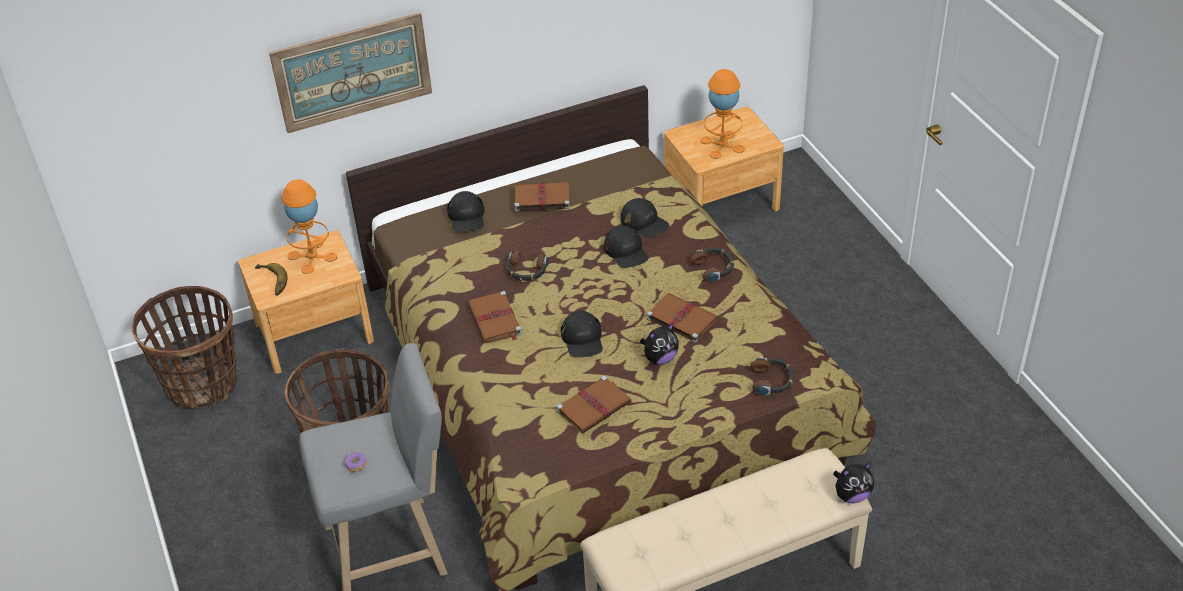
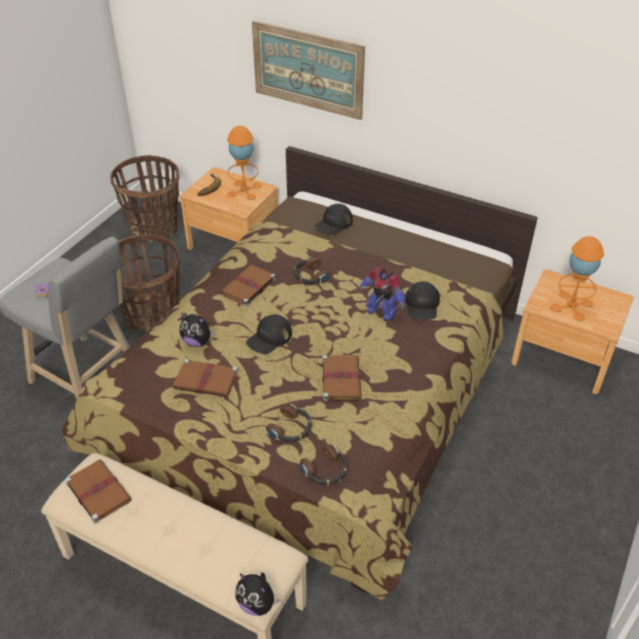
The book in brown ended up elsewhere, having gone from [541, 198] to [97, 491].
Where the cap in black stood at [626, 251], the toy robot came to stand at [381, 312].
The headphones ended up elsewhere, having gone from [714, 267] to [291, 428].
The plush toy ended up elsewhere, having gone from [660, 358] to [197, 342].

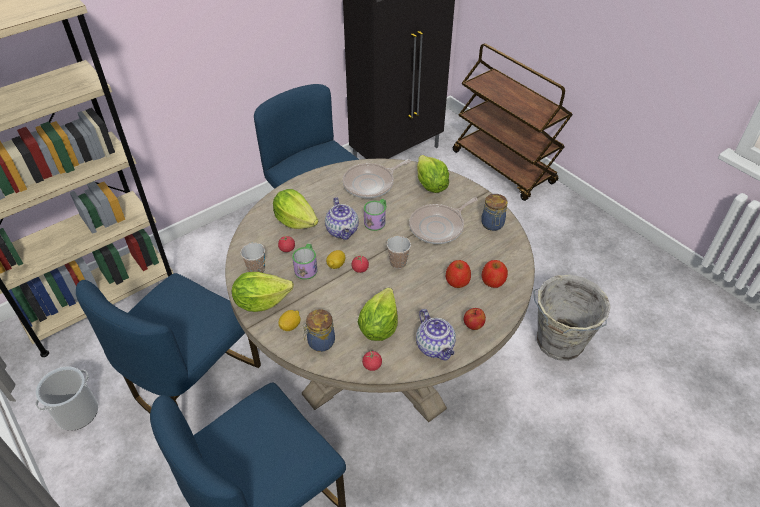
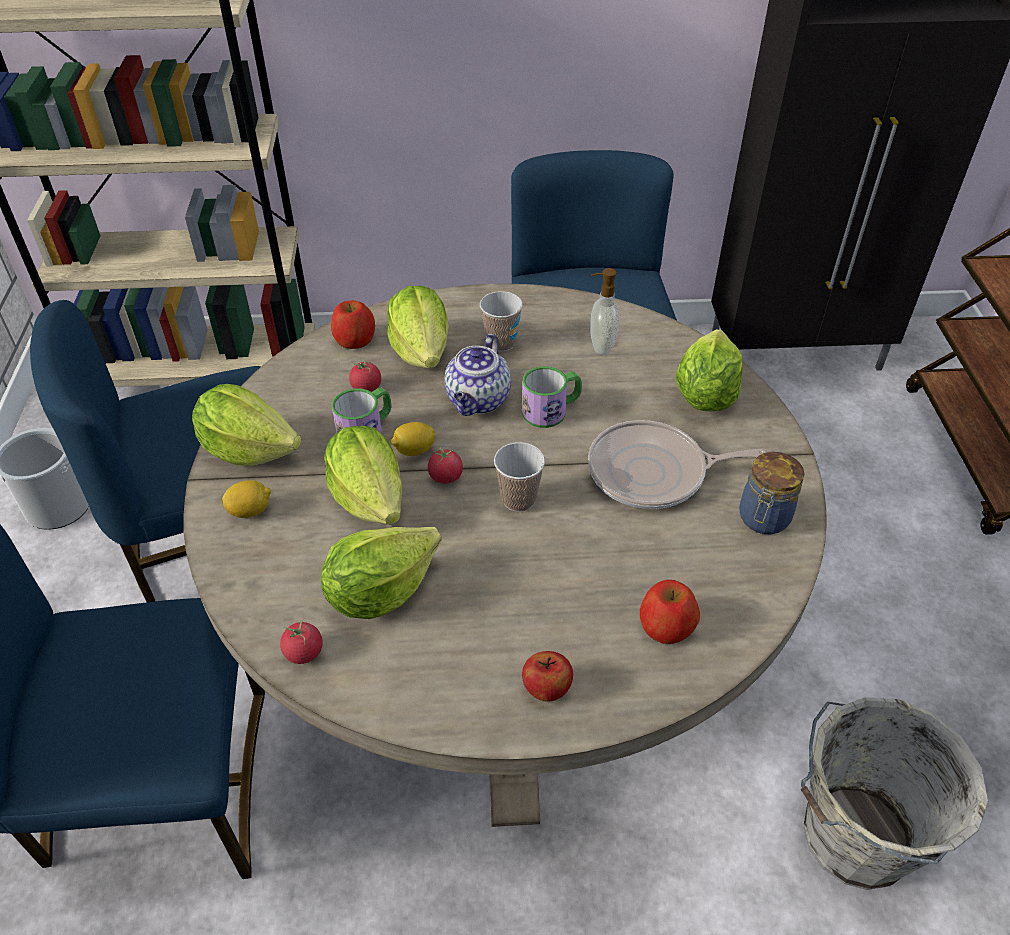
Where the frying pan stood at [371, 184], the soap dispenser came to stand at [600, 346].
The cup ended up elsewhere, having gone from [256, 270] to [501, 343].
The apple ended up elsewhere, having gone from [457, 281] to [355, 339].
The second view lost the jar at [320, 342].
The second view lost the teapot at [435, 347].
The second view gained the lettuce at [369, 498].

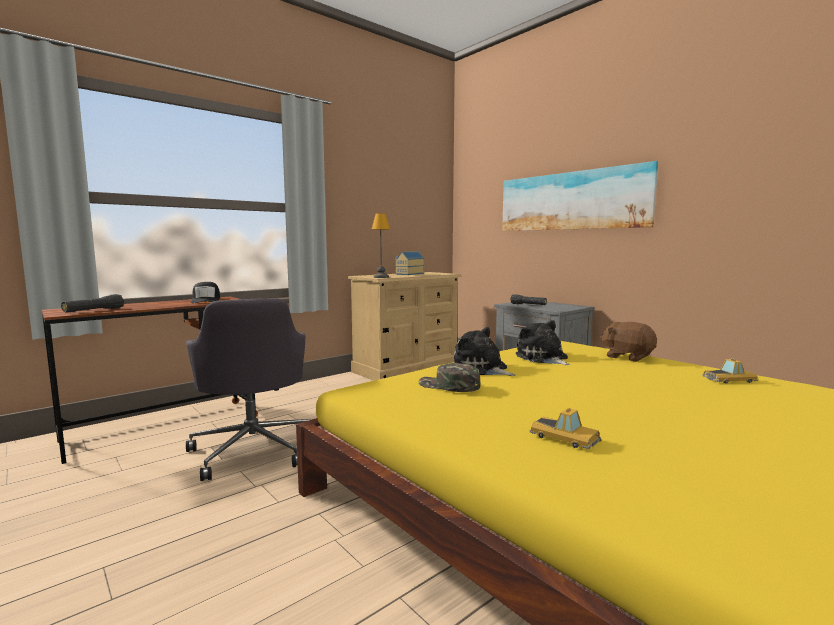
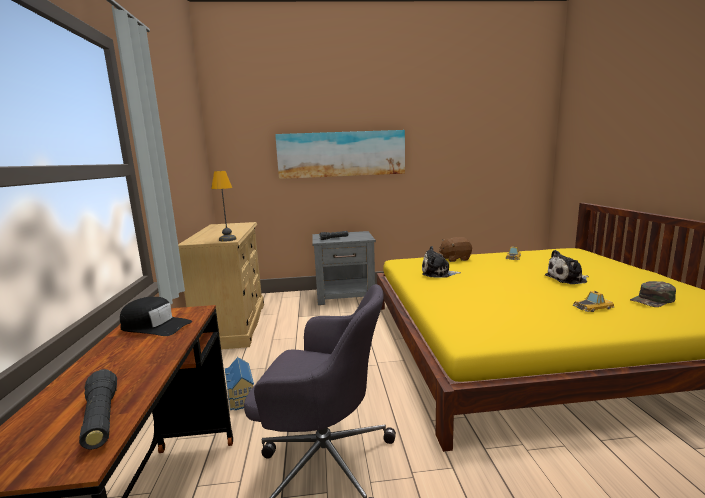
The toy house ended up elsewhere, having gone from [408, 274] to [240, 396].
The plush toy ended up elsewhere, having gone from [482, 369] to [568, 279].
The cap in green ended up elsewhere, having gone from [449, 385] to [653, 300].

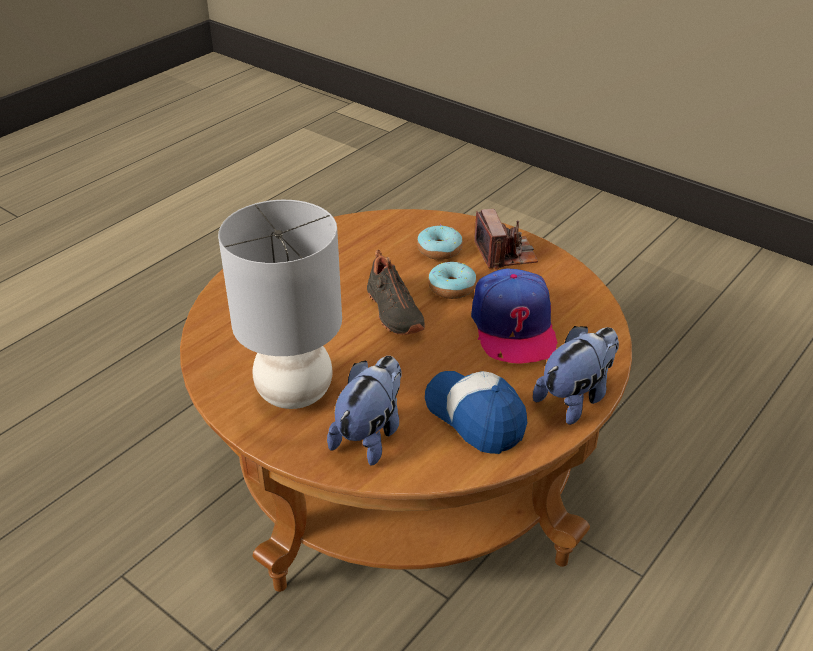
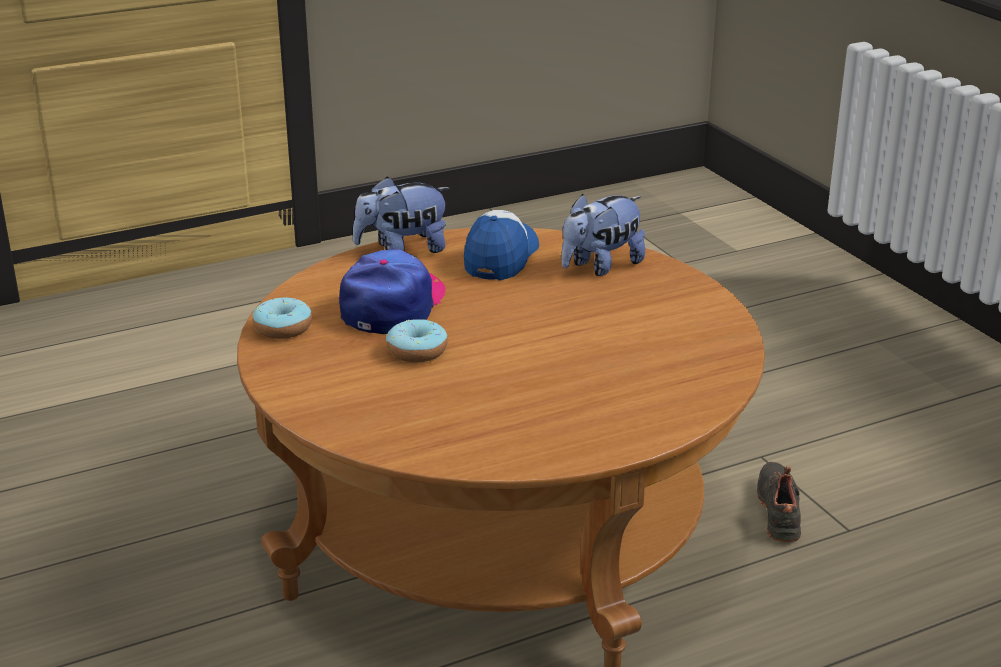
The second view lost the table lamp in grey at [293, 392].
The second view lost the photo camera at [505, 254].
The donut ended up elsewhere, having gone from [439, 250] to [283, 328].
The shoe in black ended up elsewhere, having gone from [392, 312] to [781, 511].
The cap at [475, 417] ended up facing another way, 150 degrees counterclockwise from before.

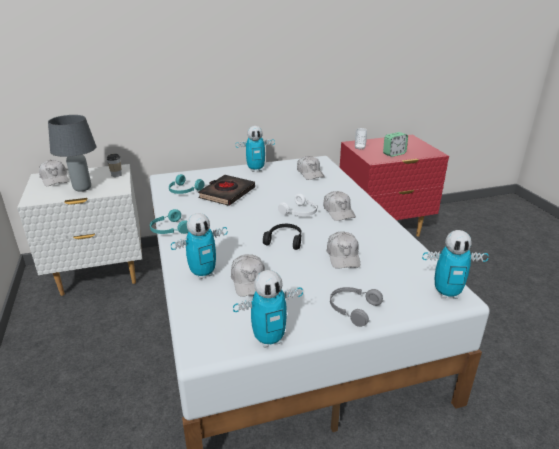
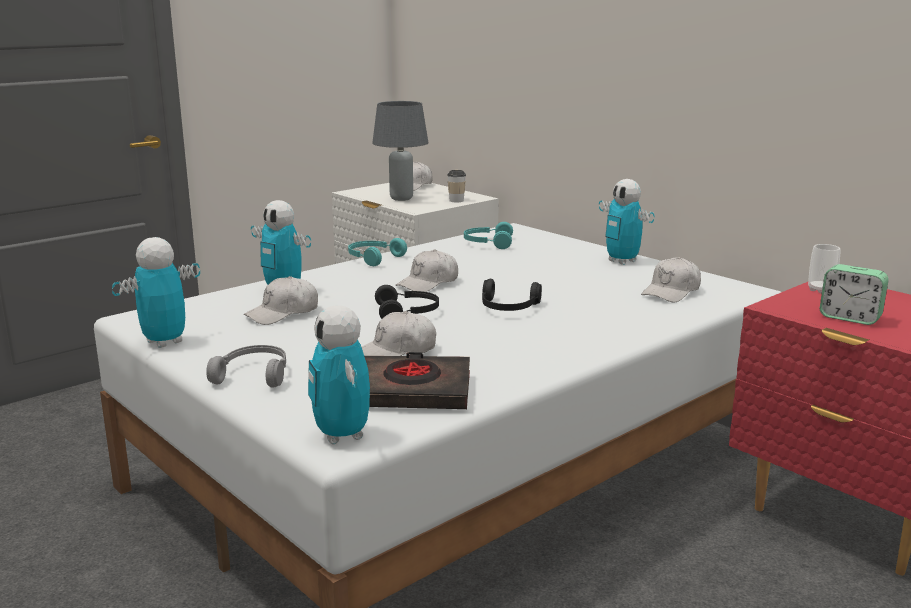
The book in black ended up elsewhere, having gone from [227, 193] to [411, 391].
The cap in white ended up elsewhere, having gone from [338, 211] to [428, 283].
What was the headphones in white at [300, 212] turned into the headphones in black at [508, 308].
The toy robot at [269, 339] ended up facing another way, 90 degrees clockwise from before.

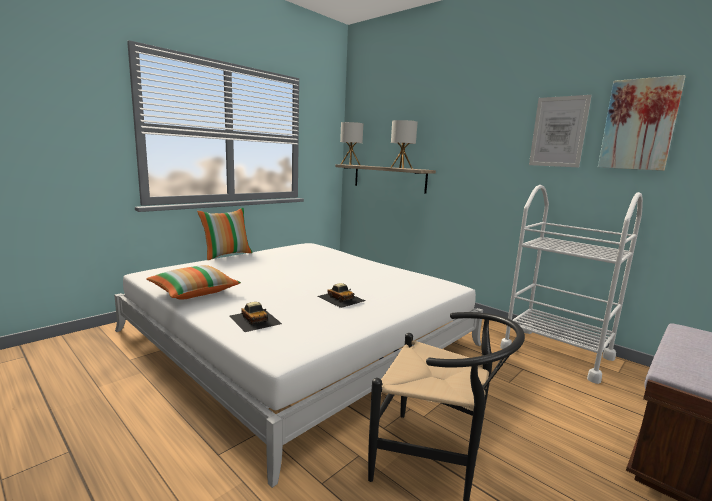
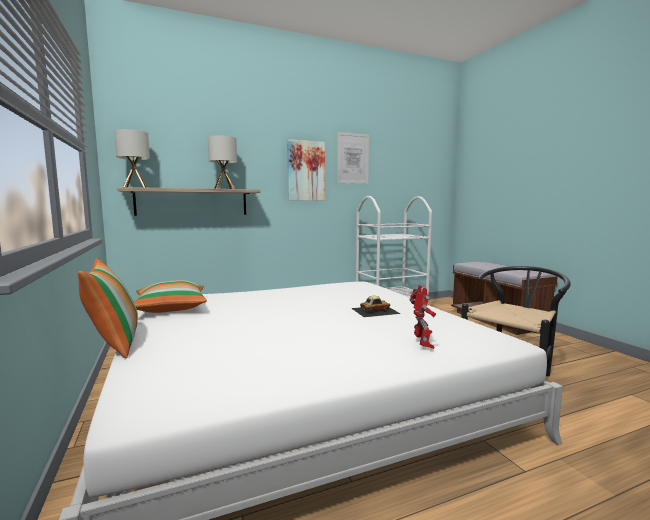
The picture ended up elsewhere, having gone from [639, 125] to [306, 171].
The pillow ended up elsewhere, having gone from [194, 292] to [170, 308].
Where the toy car stood at [255, 319], the toy robot came to stand at [423, 345].

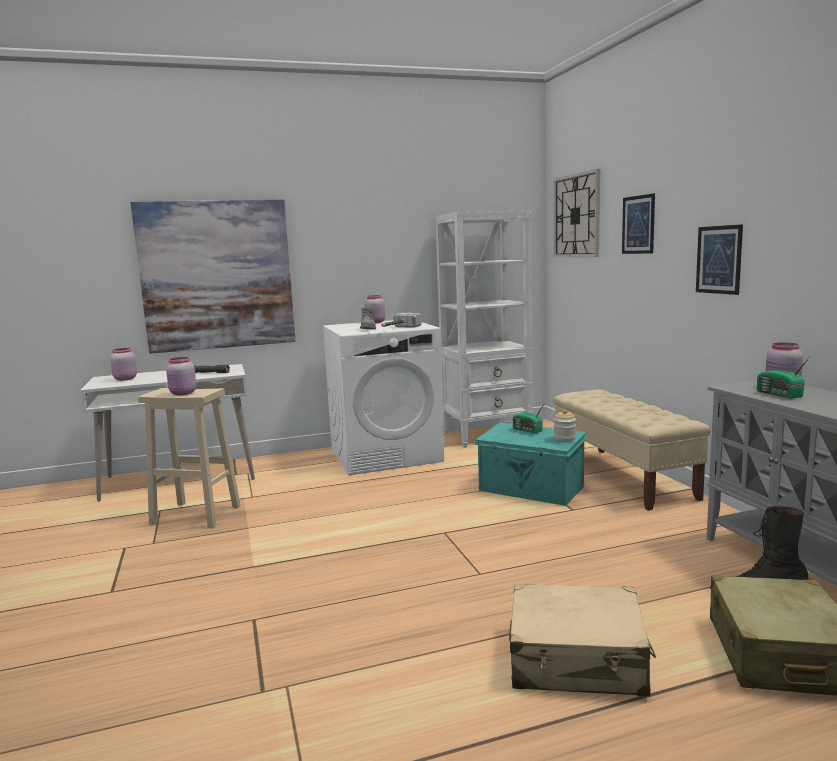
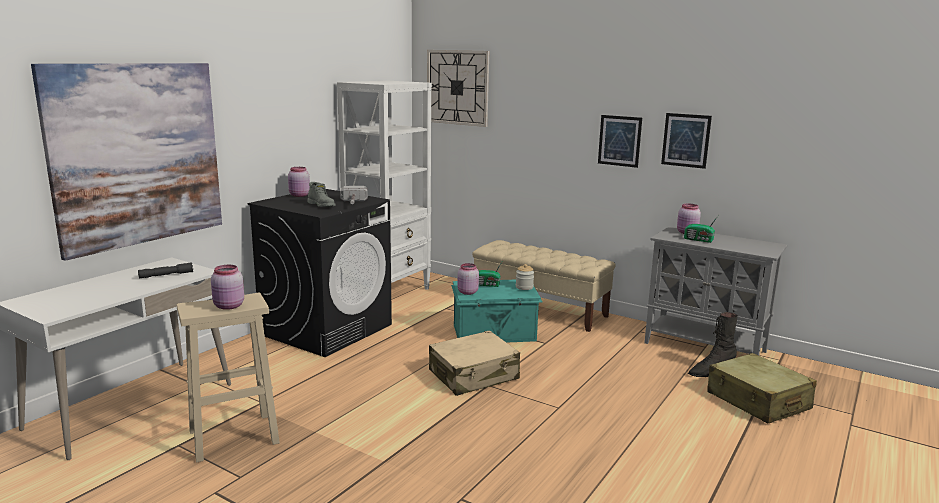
The picture ended up elsewhere, having gone from [638, 224] to [686, 140].
What was the washing machine in white at [386, 455] turned into the washing machine in black at [327, 329].
The jar in pink ended up elsewhere, having gone from [124, 379] to [467, 292].
The suitcase in beige ended up elsewhere, having gone from [577, 660] to [474, 375].

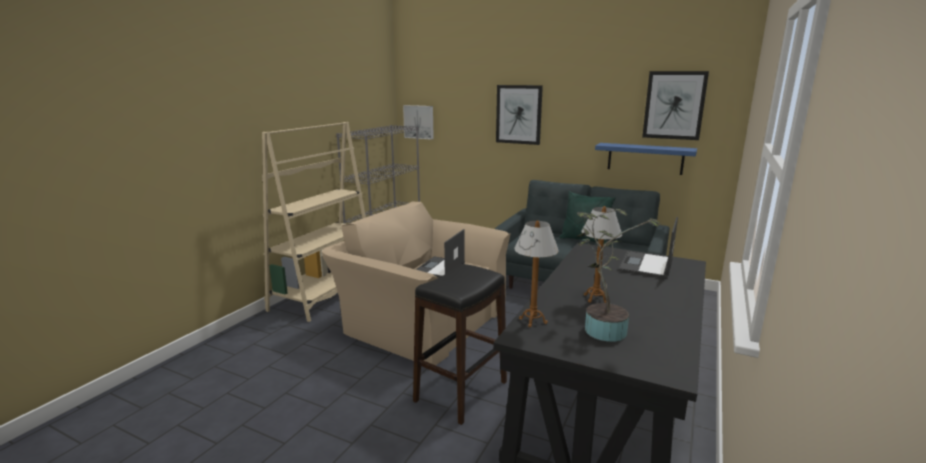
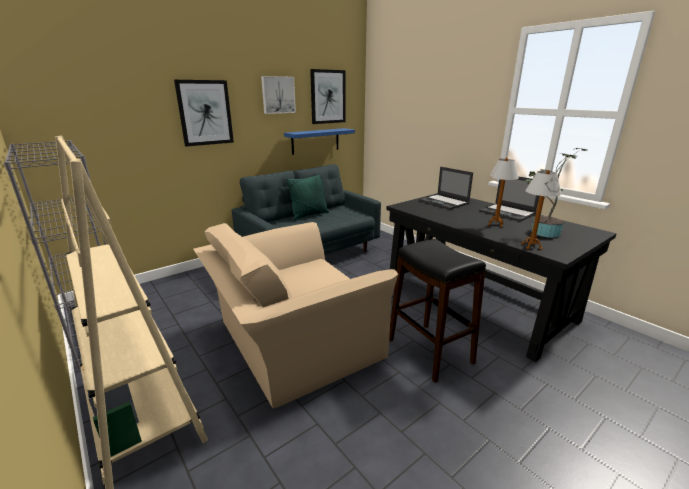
The picture ended up elsewhere, having gone from [419, 122] to [278, 95].
The laptop ended up elsewhere, having gone from [439, 268] to [508, 213].

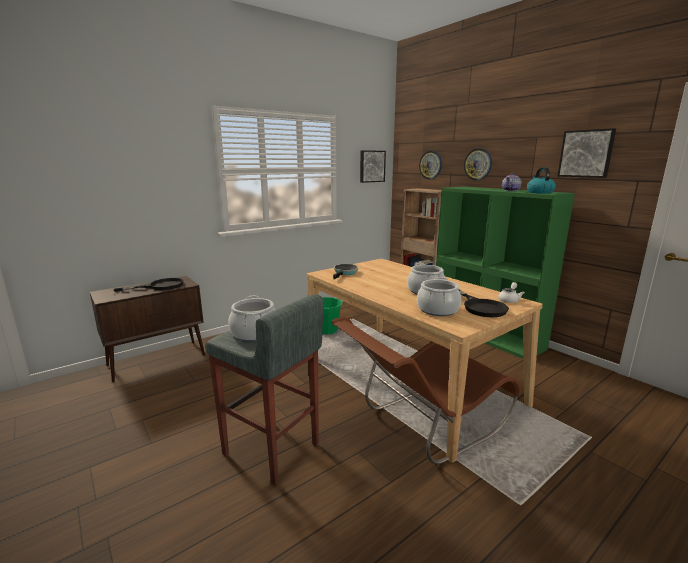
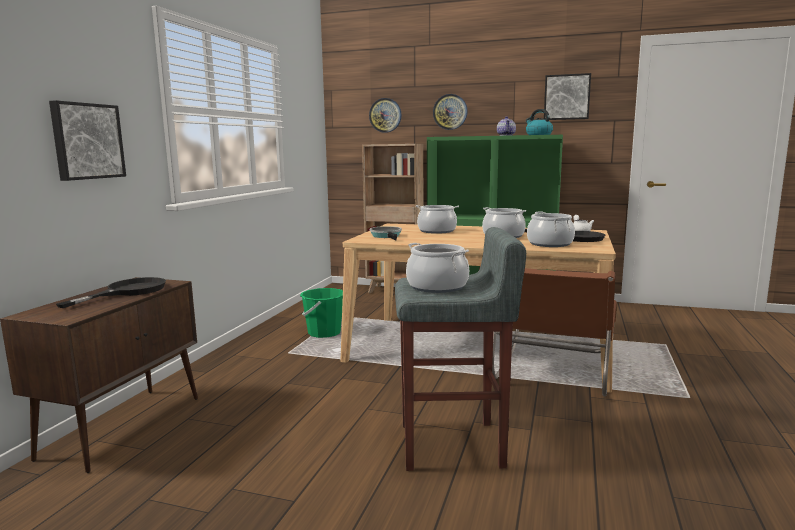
The picture ended up elsewhere, having gone from [371, 166] to [87, 141].
The second view gained the cooking pot at [437, 231].

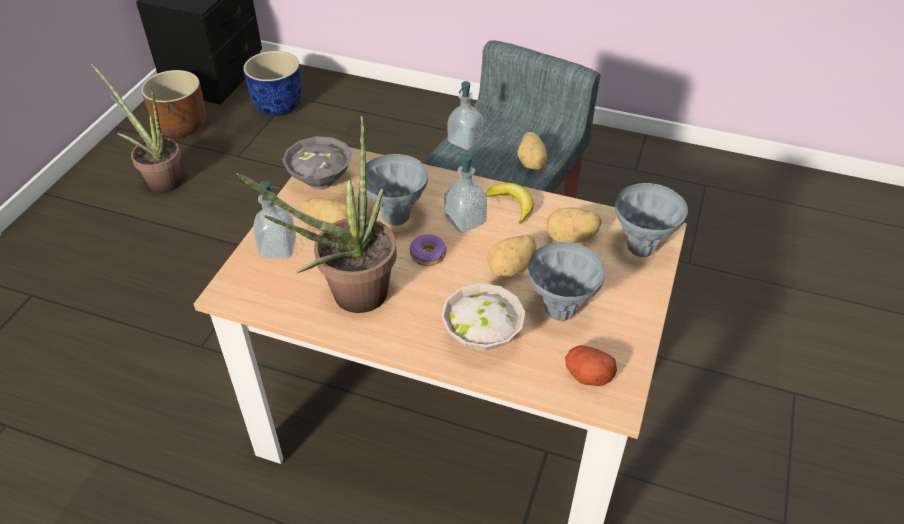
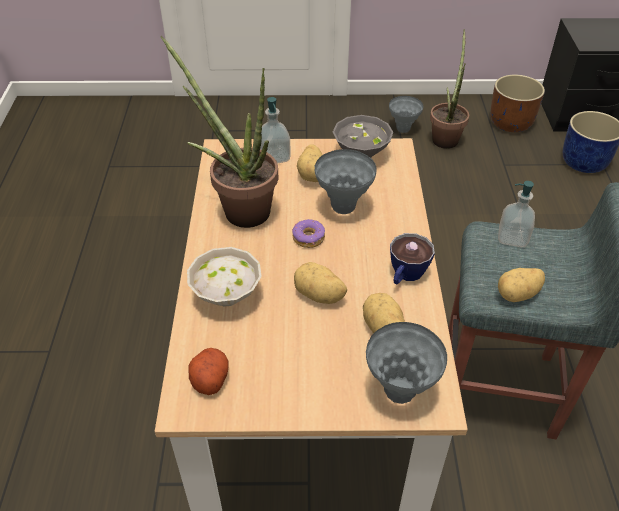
The second view lost the soap dispenser at [465, 221].
Where the banana stood at [512, 204], the cup came to stand at [405, 276].
The vase in grey ended up elsewhere, having gone from [560, 311] to [403, 129].

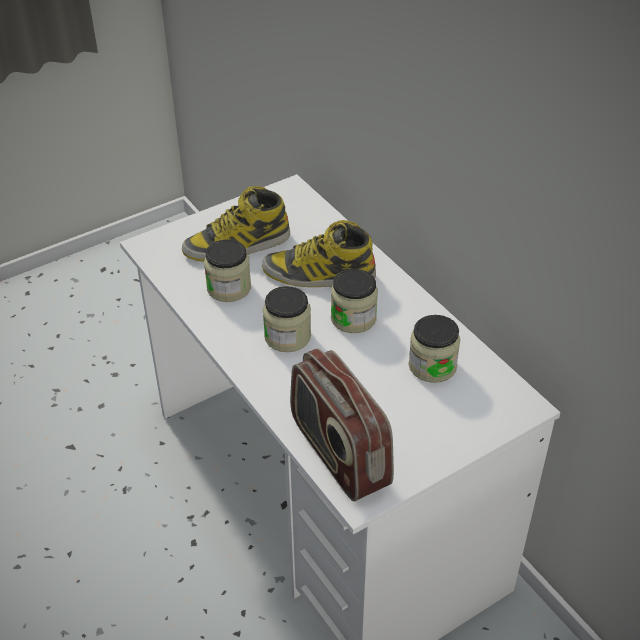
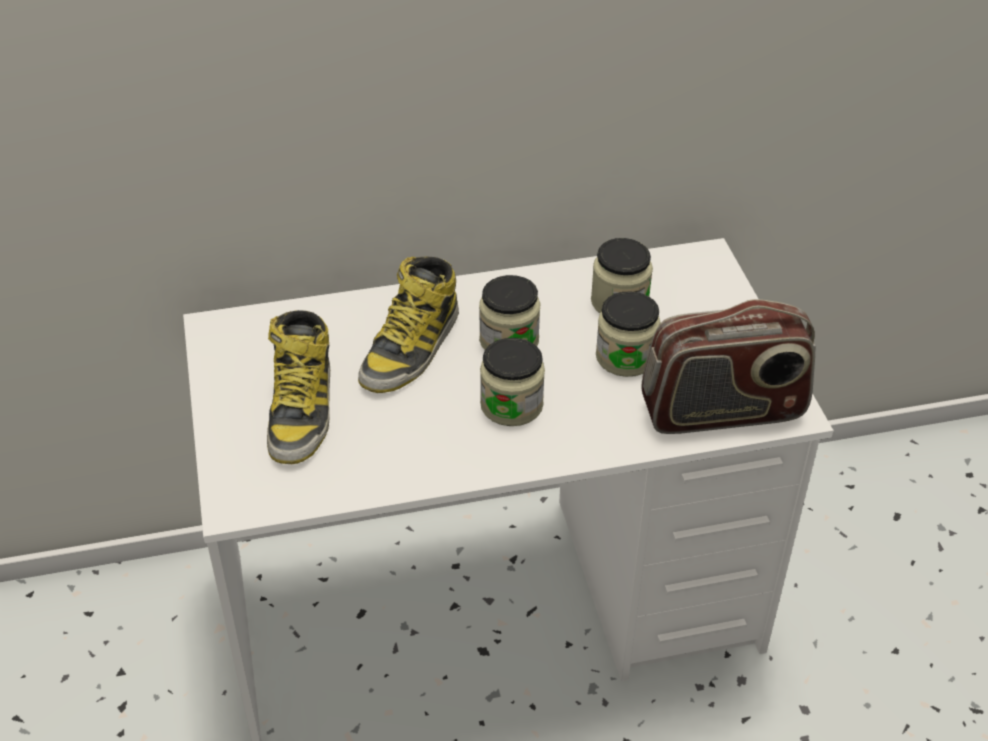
The jar ended up elsewhere, having gone from [229, 288] to [625, 357].

